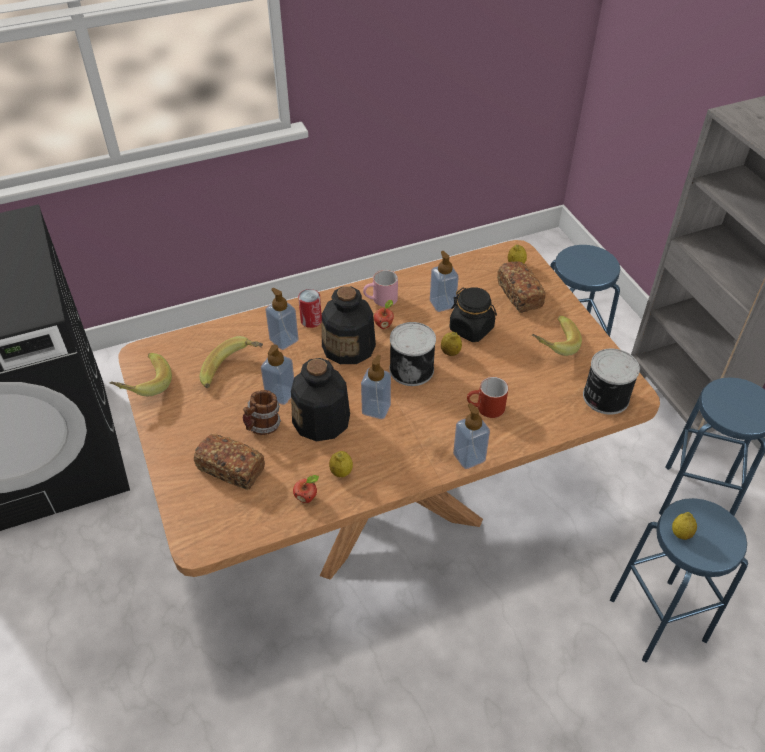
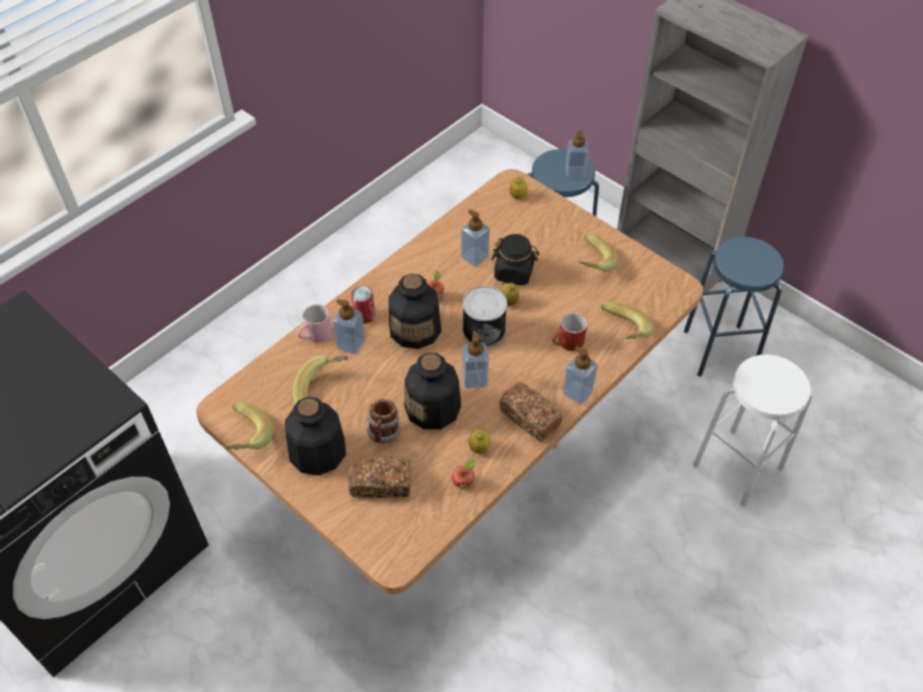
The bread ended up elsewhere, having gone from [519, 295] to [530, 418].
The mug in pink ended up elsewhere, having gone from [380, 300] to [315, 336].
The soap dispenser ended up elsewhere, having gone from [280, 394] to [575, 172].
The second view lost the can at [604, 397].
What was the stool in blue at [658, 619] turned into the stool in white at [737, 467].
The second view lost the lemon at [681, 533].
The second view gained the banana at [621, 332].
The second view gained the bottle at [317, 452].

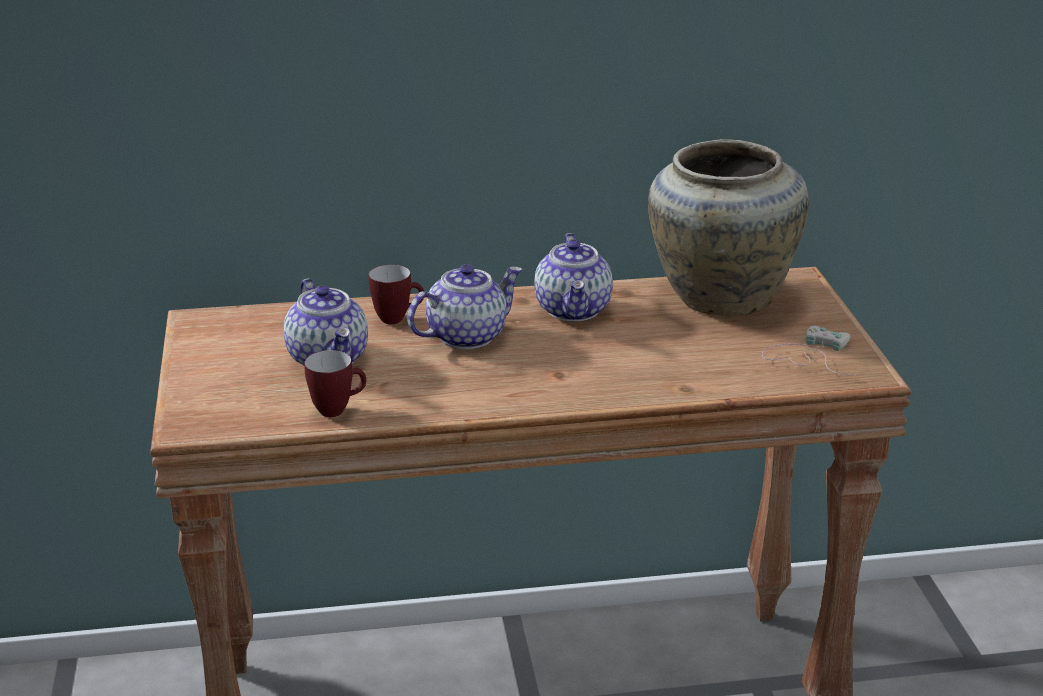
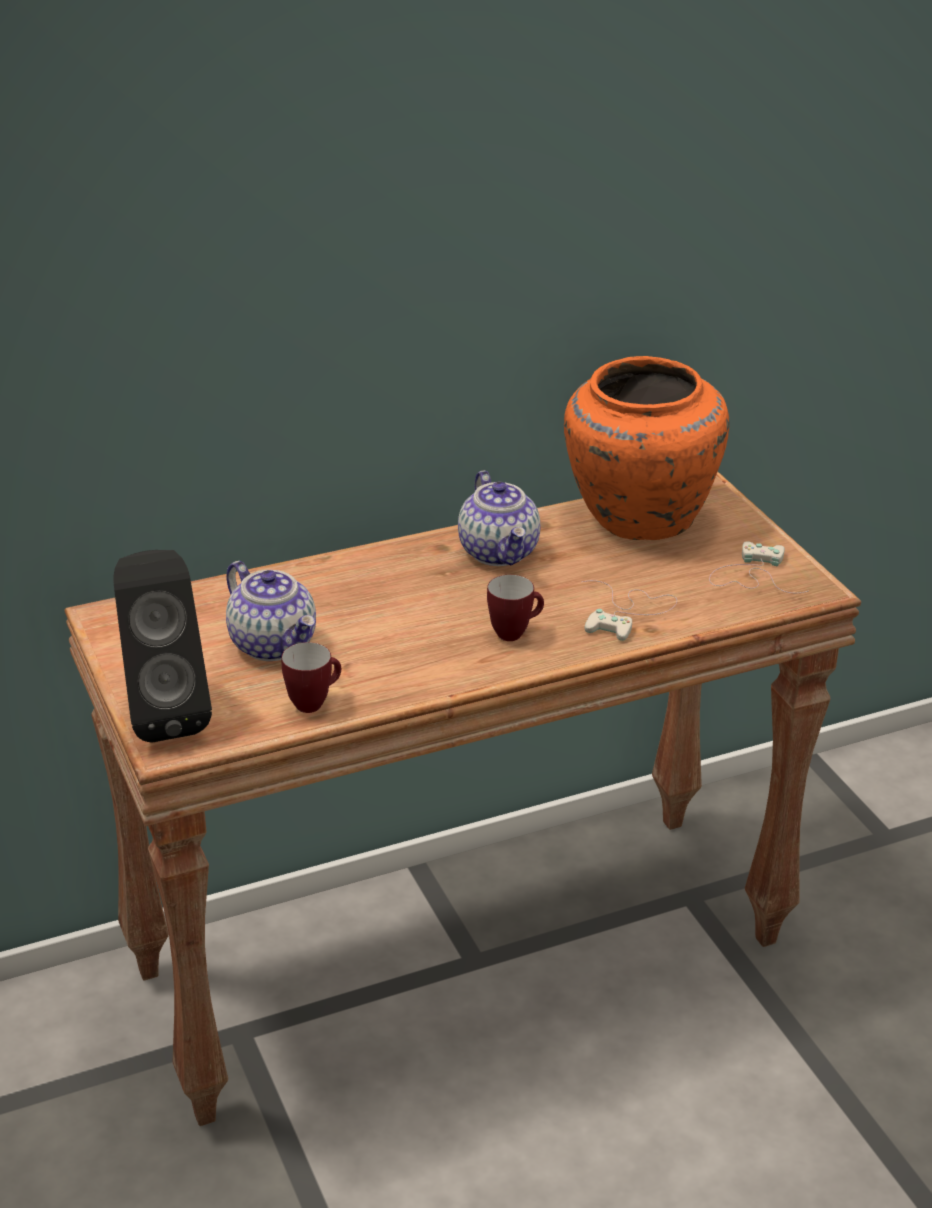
What was the vase in beige at [719, 297] turned into the vase in orange at [637, 518].
The second view lost the teapot at [466, 336].
The mug ended up elsewhere, having gone from [397, 318] to [515, 632].
The second view gained the speaker in black at [164, 714].
The second view gained the game controller in white at [627, 613].

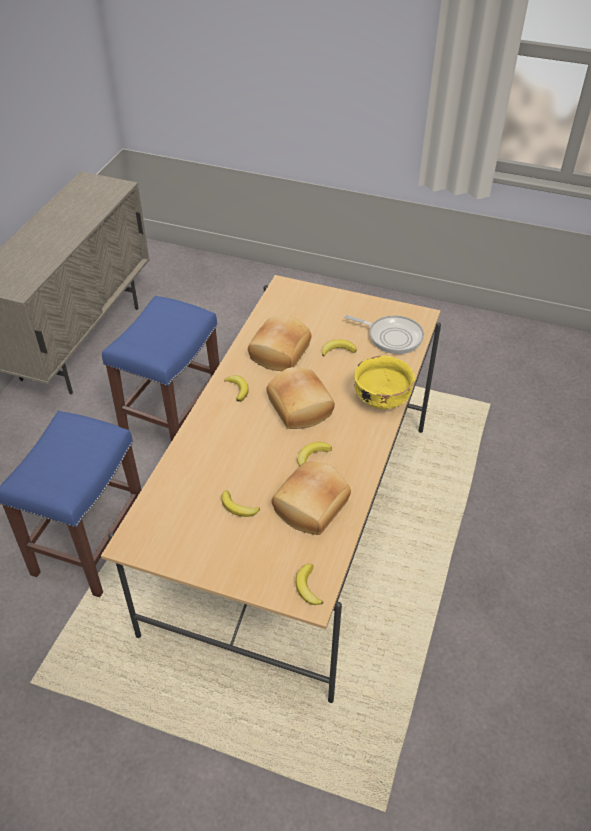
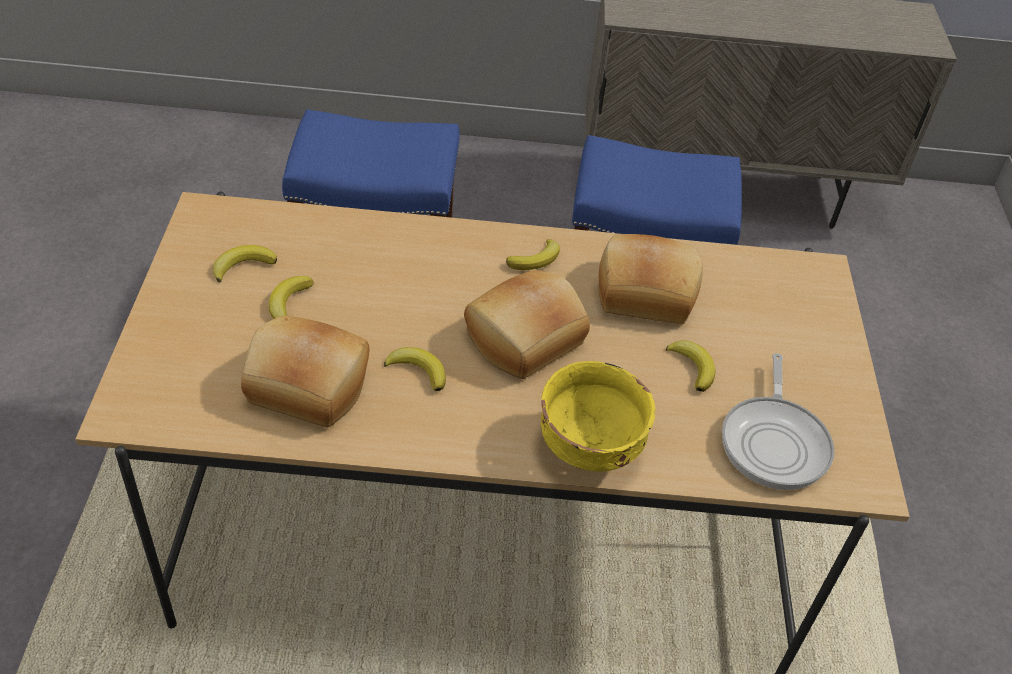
The banana ended up elsewhere, having gone from [308, 587] to [243, 265].

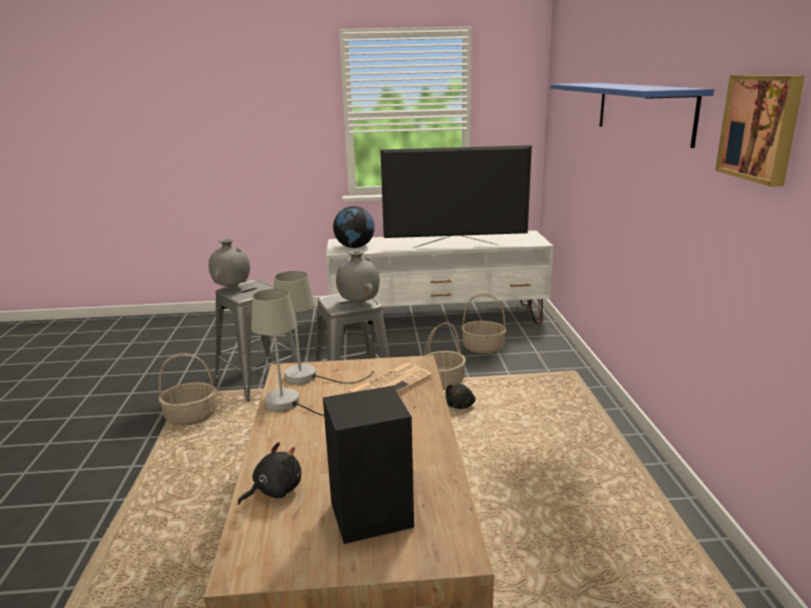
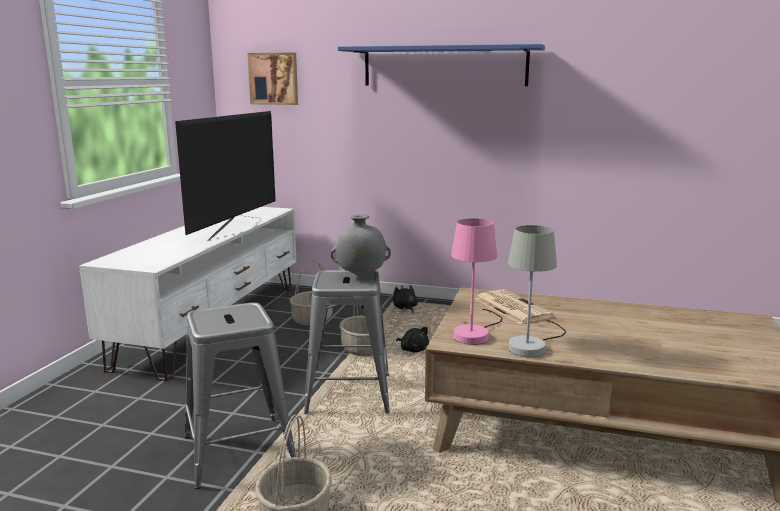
The picture ended up elsewhere, having gone from [761, 128] to [274, 79].
The second view lost the globe at [355, 247].
The second view lost the vase in grey at [232, 287].
What was the table lamp in grey at [310, 377] turned into the table lamp in pink at [475, 333].
The second view lost the speaker in black at [373, 514].
The plush toy in black ended up elsewhere, having gone from [274, 490] to [405, 308].

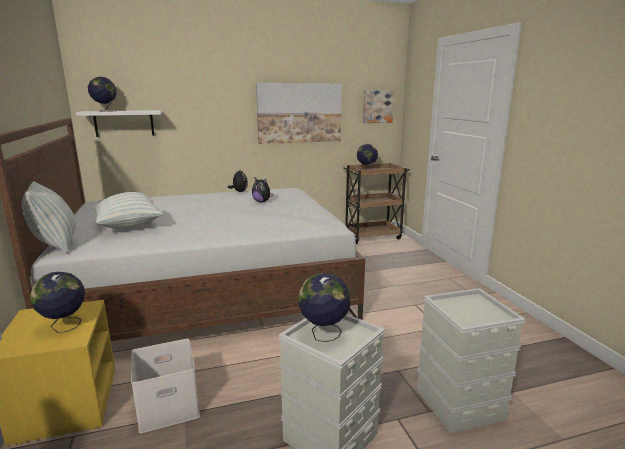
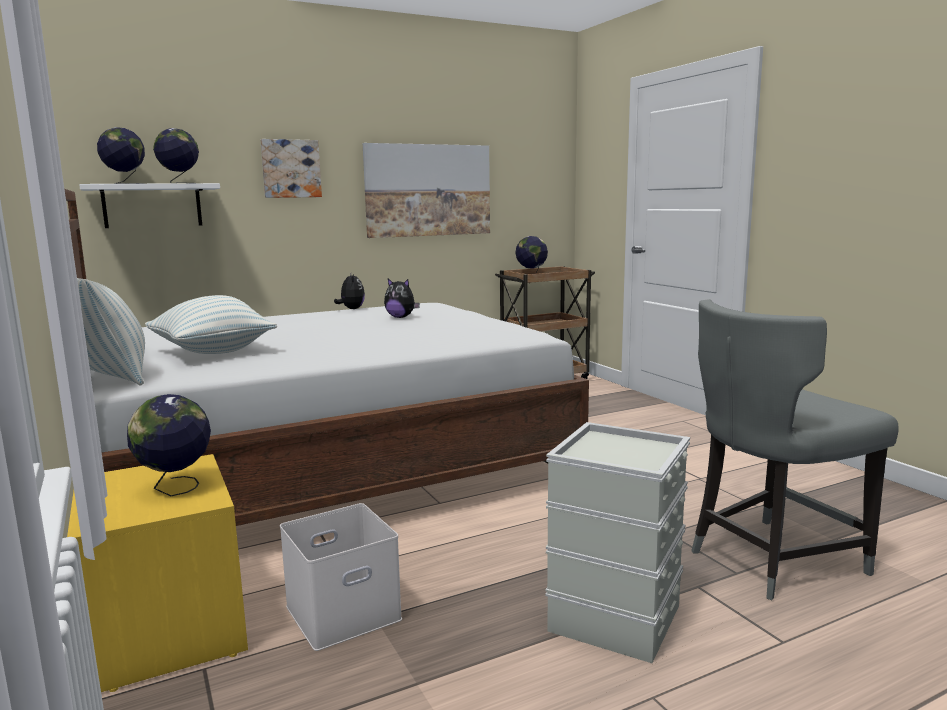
The picture ended up elsewhere, having gone from [377, 106] to [291, 168].
The globe ended up elsewhere, having gone from [323, 335] to [179, 183].
Where the storage box in grey stood at [458, 403], the chair in grey came to stand at [770, 560].

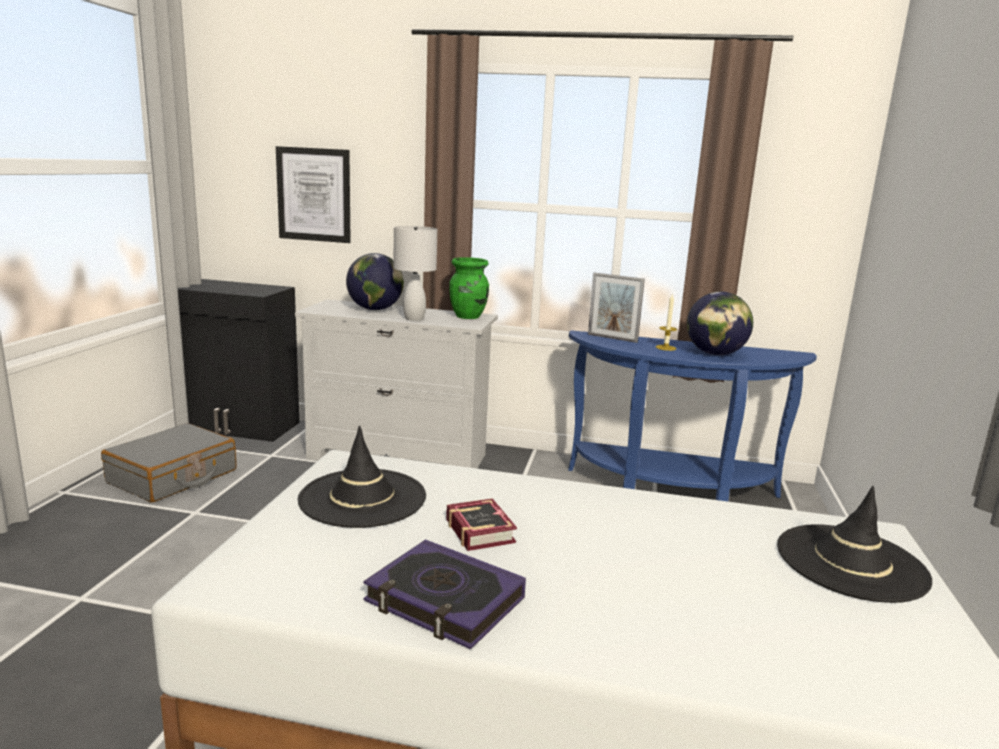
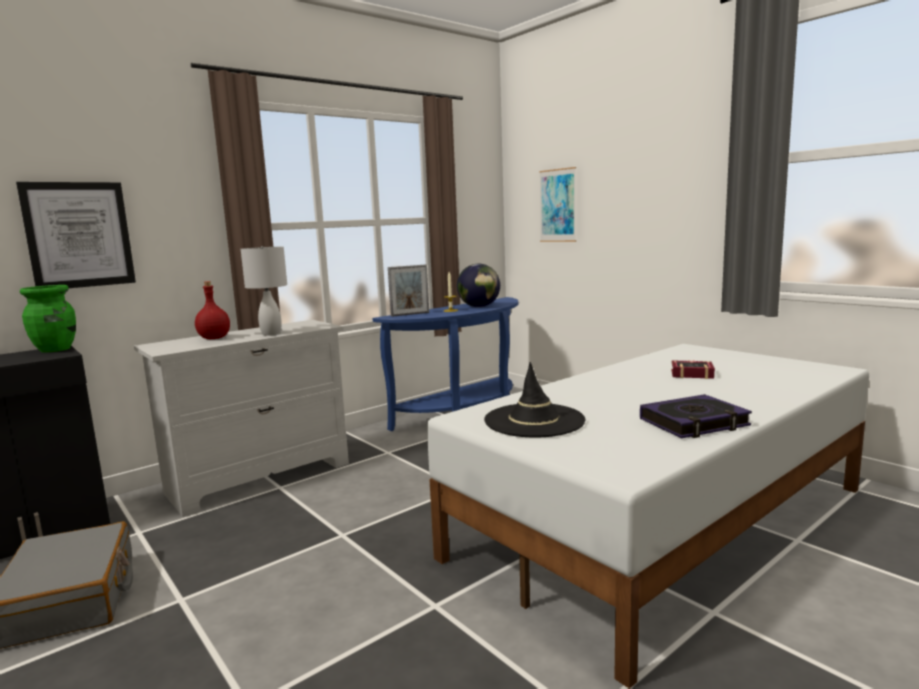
Where the globe stood at [375, 309], the bottle in red came to stand at [214, 338].
The vase in green ended up elsewhere, having gone from [468, 316] to [56, 349].
The second view lost the hat in black at [850, 562].
The book ended up elsewhere, having gone from [480, 529] to [689, 374].
The second view gained the picture at [558, 205].

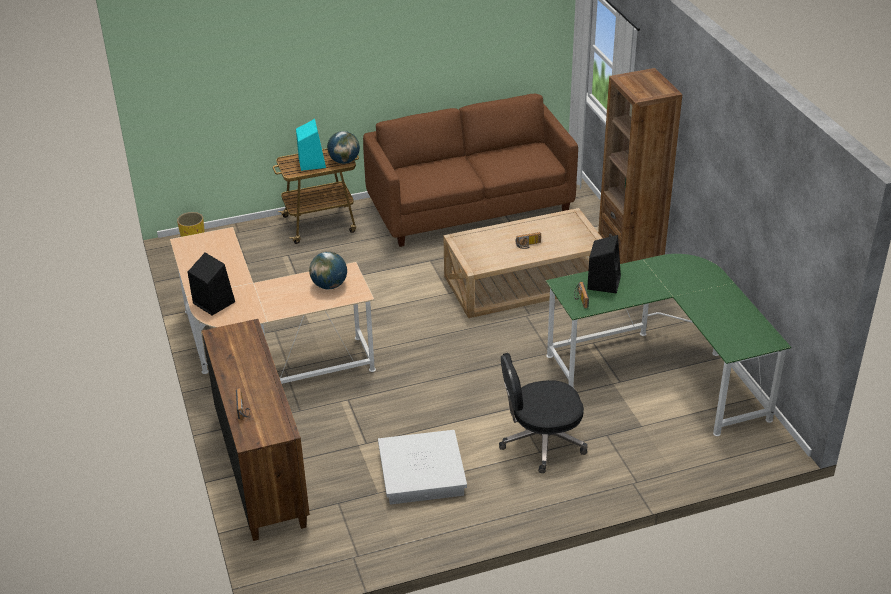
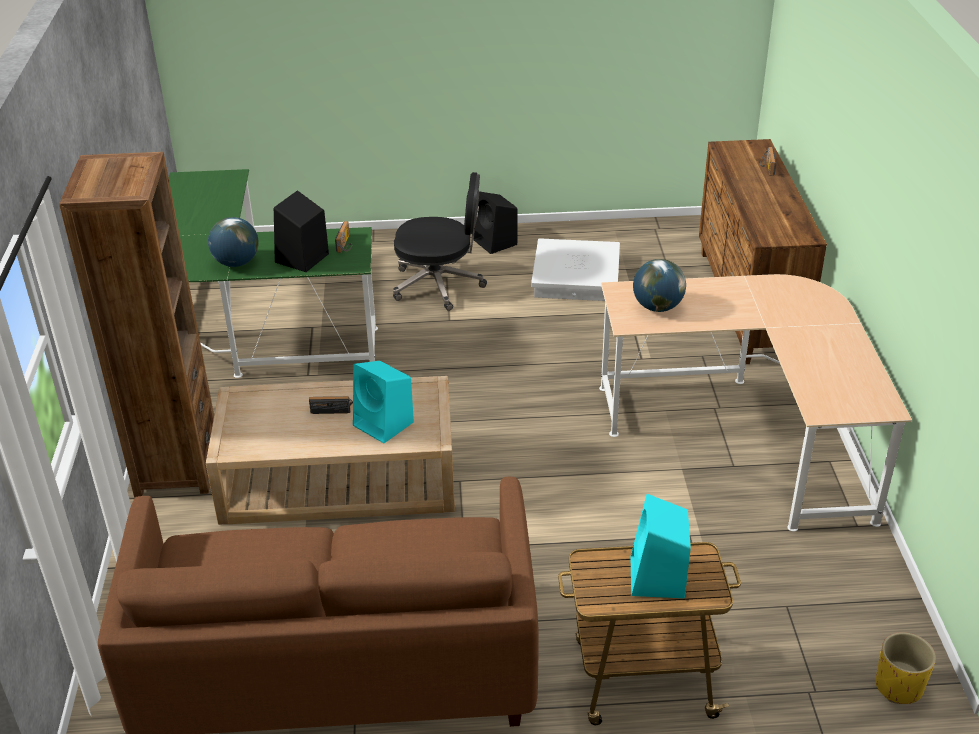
The globe ended up elsewhere, having gone from [344, 161] to [237, 263].
The speaker in black ended up elsewhere, having gone from [213, 302] to [496, 243].
The second view gained the speaker in turquoise at [385, 424].

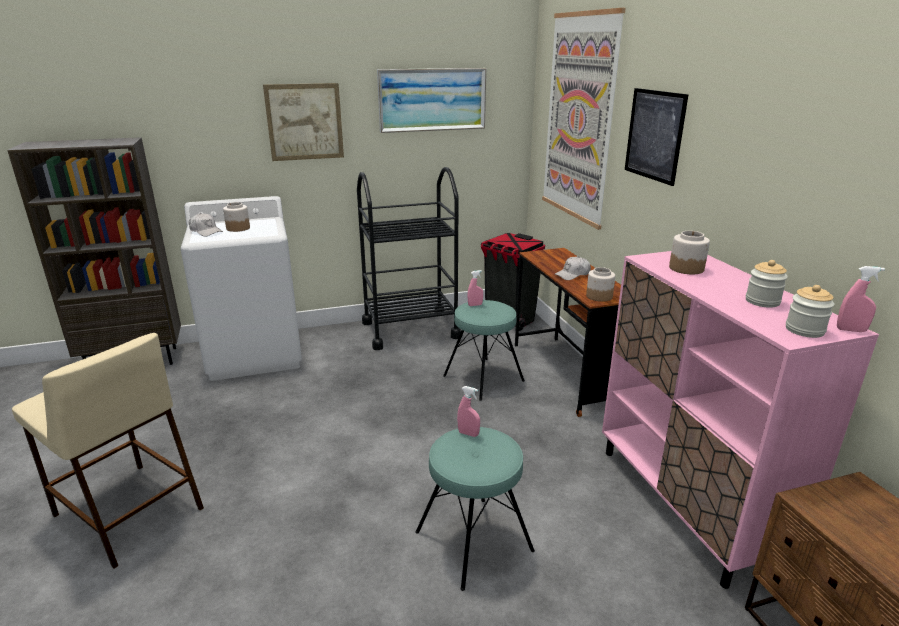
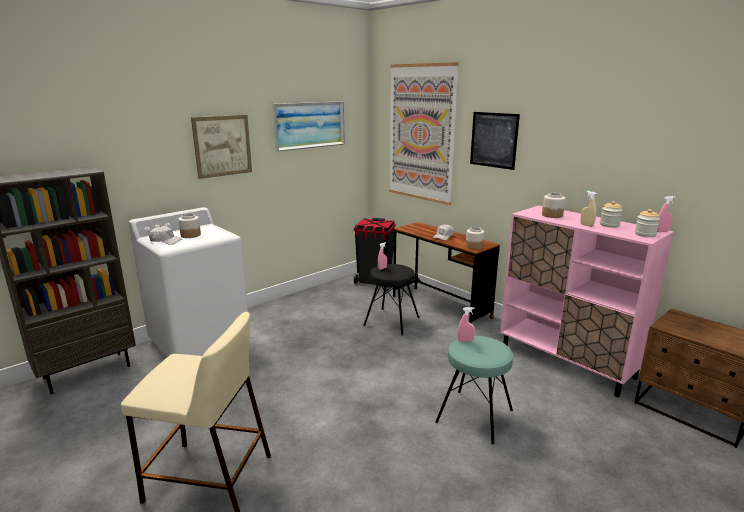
The second view lost the cart in black at [410, 330].
What was the stool in turquoise at [483, 378] turned into the stool in black at [391, 321].
The second view gained the spray bottle in beige at [586, 225].

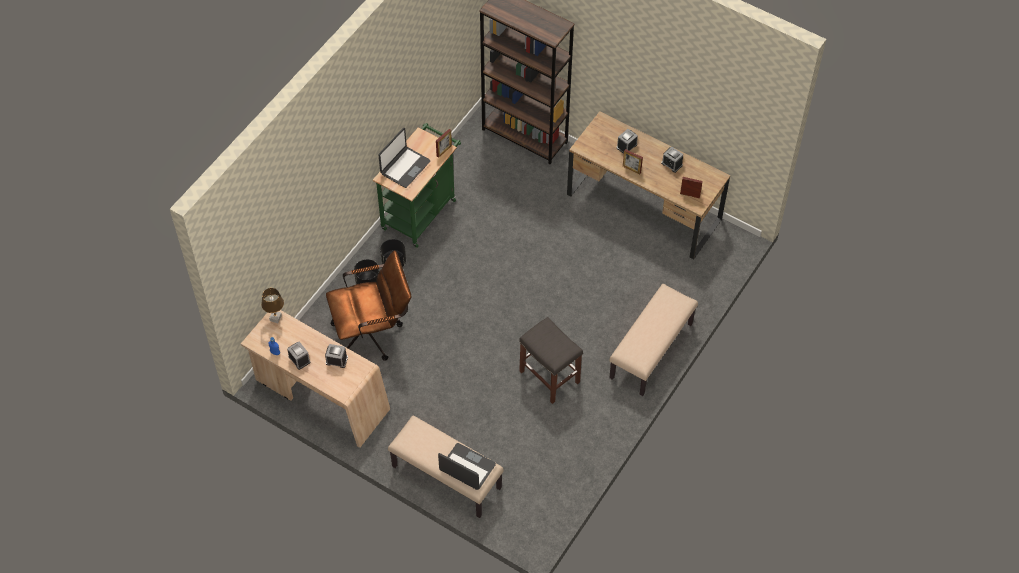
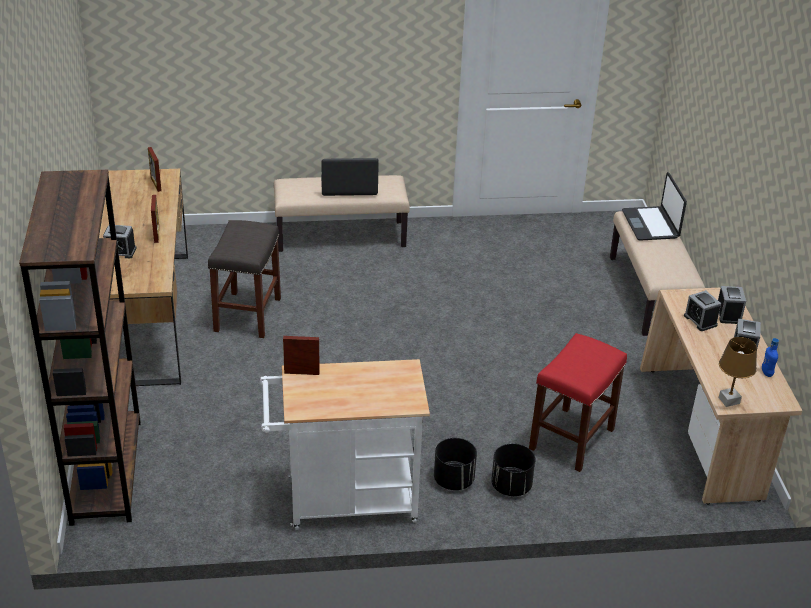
What was the cart in green at [421, 211] turned into the cart in white at [343, 502].
The laptop ended up elsewhere, having gone from [405, 167] to [349, 186].
The alarm clock ended up elsewhere, having gone from [671, 164] to [728, 314].
Where the office chair in brown stood at [373, 333], the stool in red came to stand at [571, 438].
The stool in grey ended up elsewhere, having gone from [548, 376] to [248, 315].

